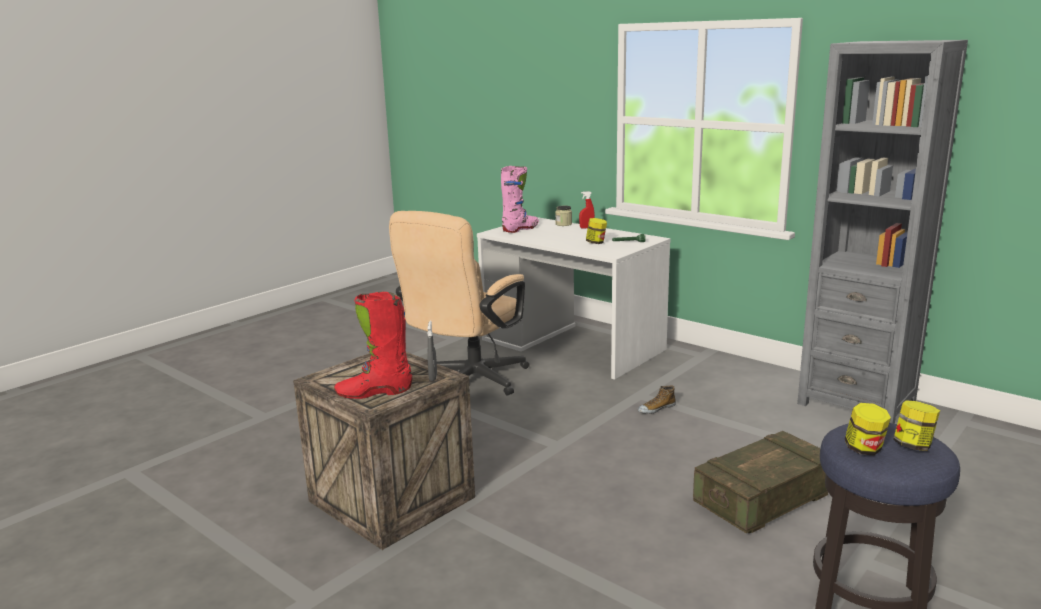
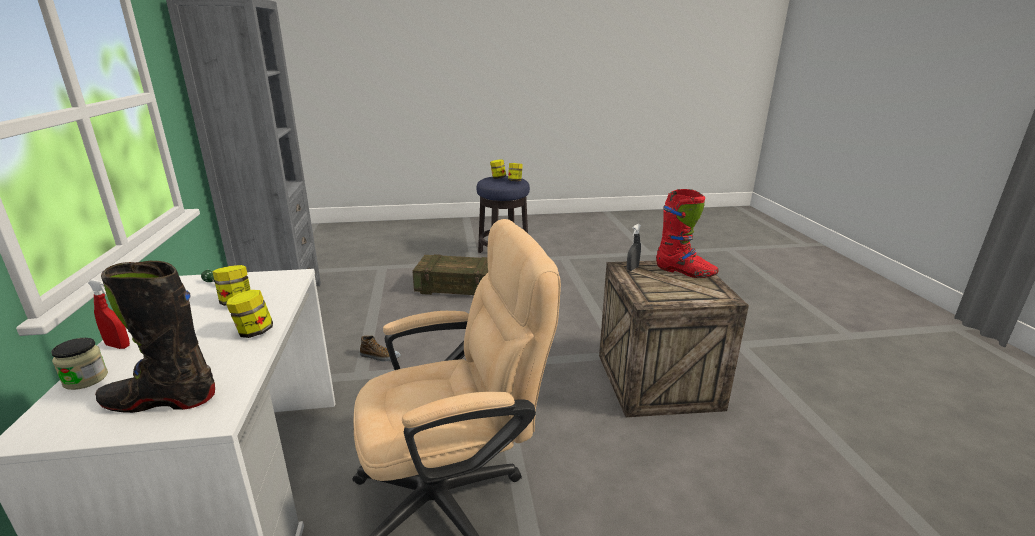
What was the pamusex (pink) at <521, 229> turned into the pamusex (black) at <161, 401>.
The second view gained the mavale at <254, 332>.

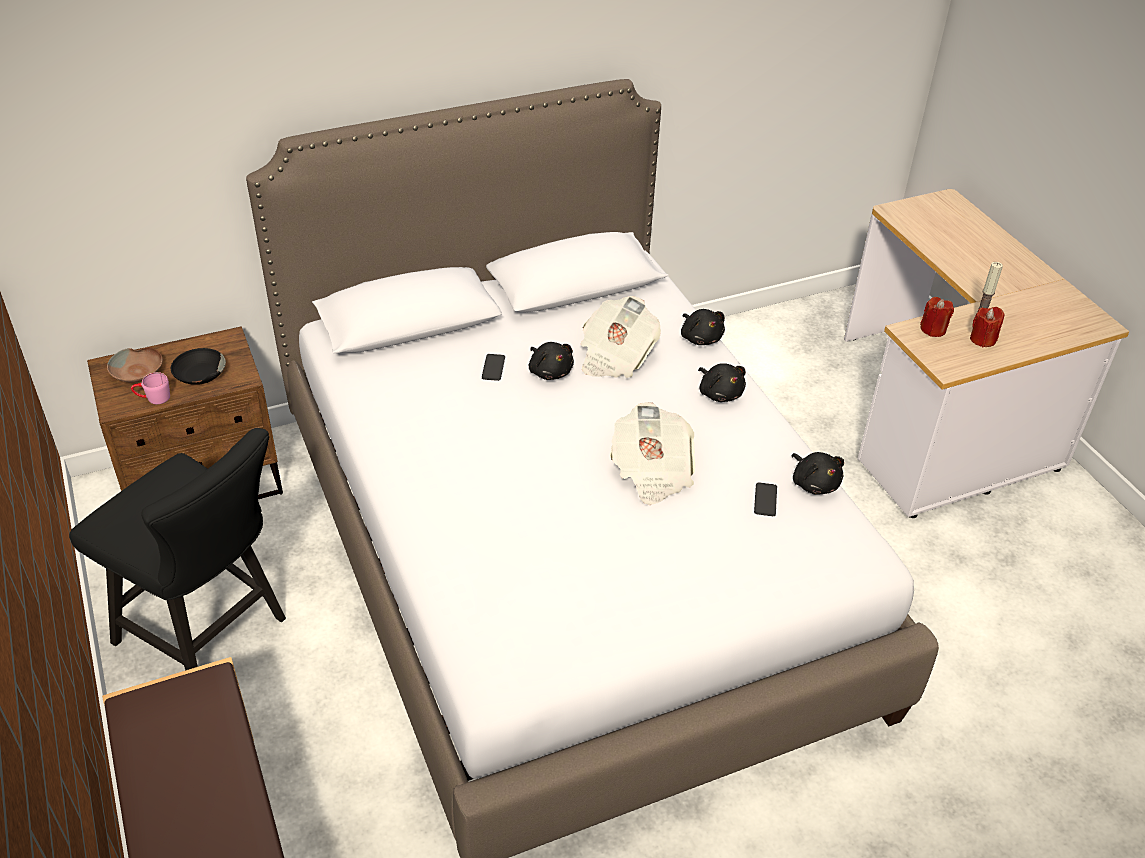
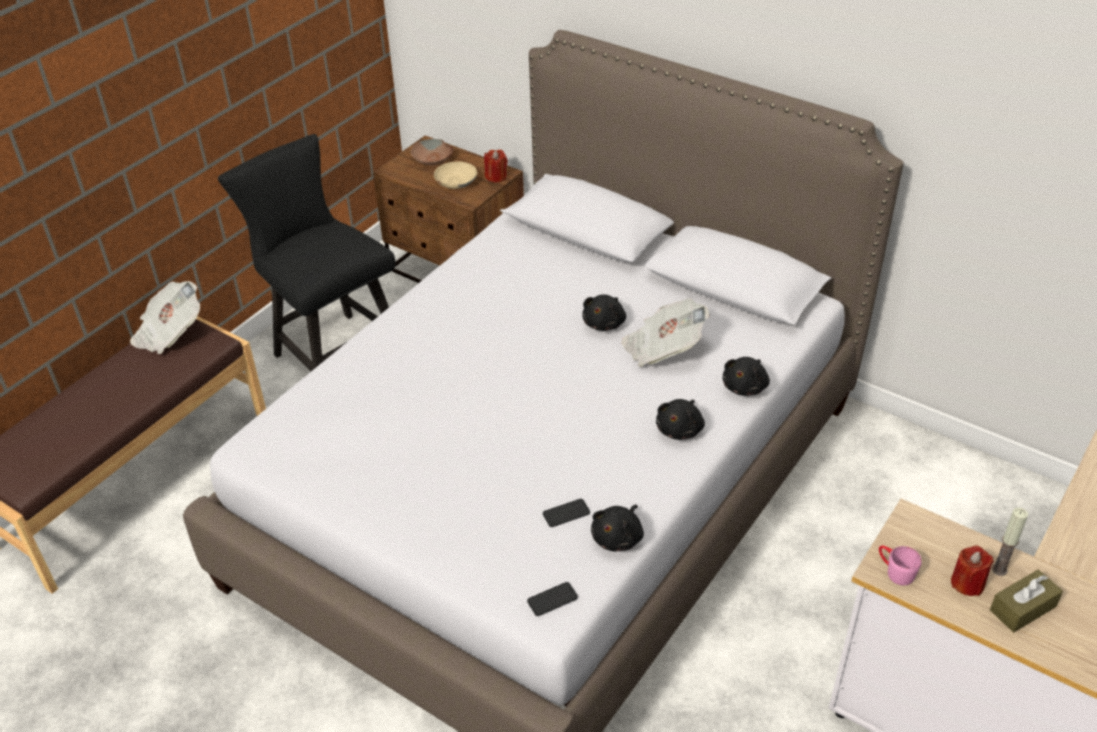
The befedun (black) at <210, 634> ended up facing another way, 135 degrees clockwise from before.
The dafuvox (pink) ended up elsewhere, having gone from <153, 398> to <894, 571>.
What was the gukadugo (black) at <199, 374> turned into the gukadugo (beige) at <455, 181>.
The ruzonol ended up elsewhere, having gone from <493, 367> to <552, 599>.
The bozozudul ended up elsewhere, having gone from <652, 472> to <169, 333>.
The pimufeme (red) ended up elsewhere, having gone from <933, 329> to <496, 176>.
The second view gained the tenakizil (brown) at <1022, 608>.

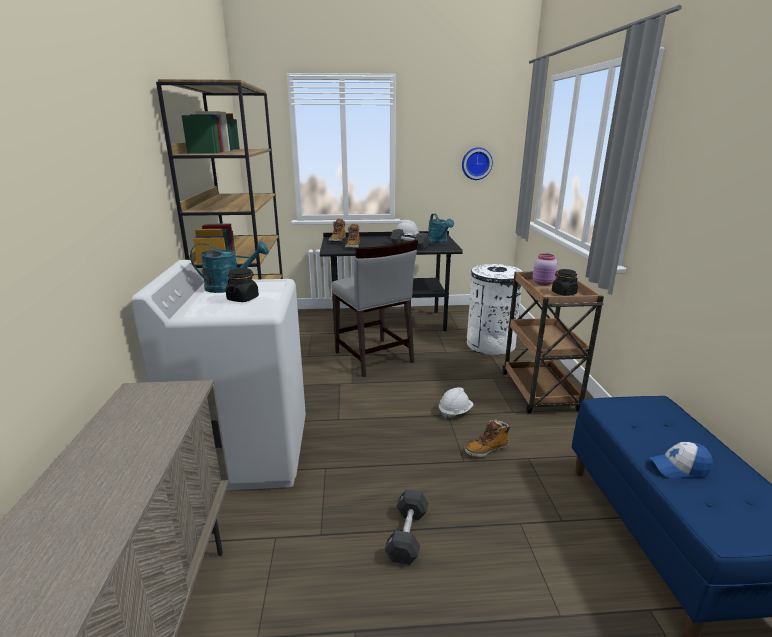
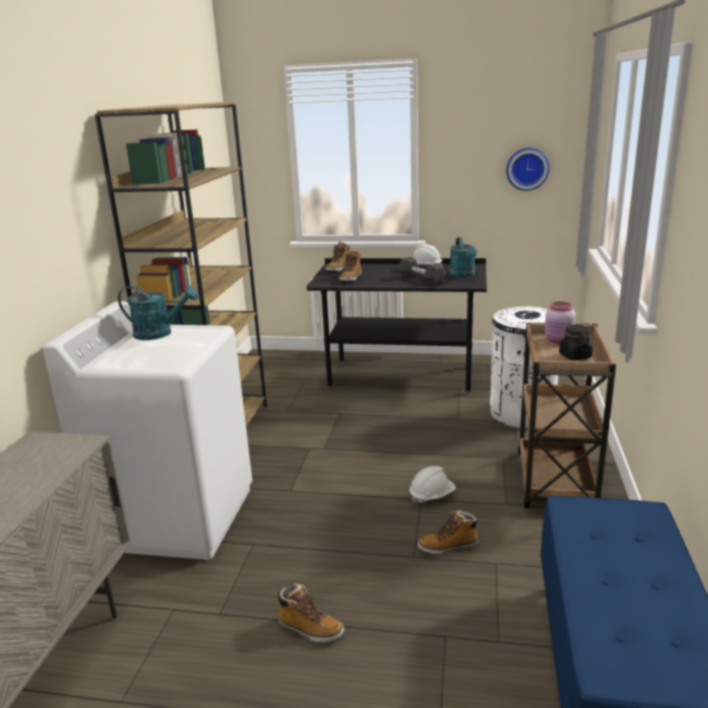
The second view lost the mavale (black) at <243, 299>.
The second view lost the befedun (grey) at <373, 357>.
Where the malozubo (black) stood at <407, 535>, the pamusex came to stand at <310, 629>.
The second view lost the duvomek at <678, 468>.

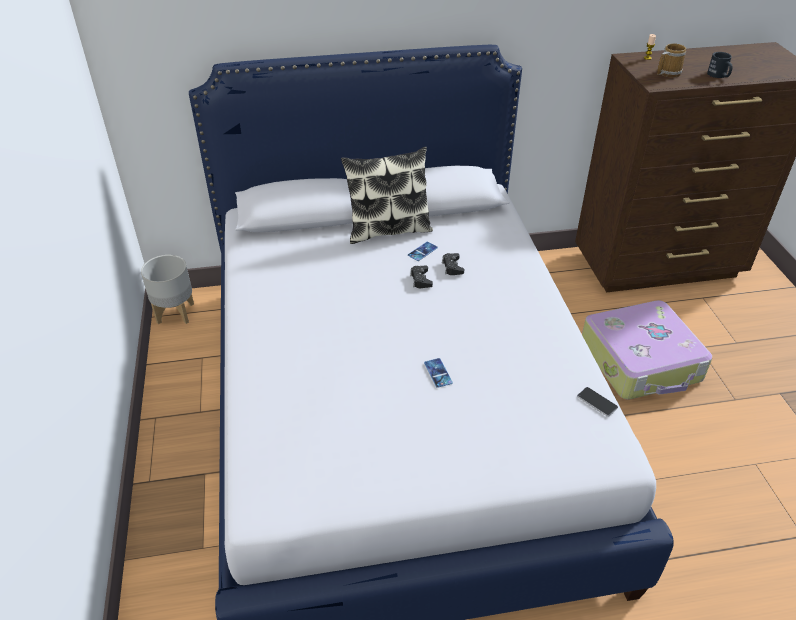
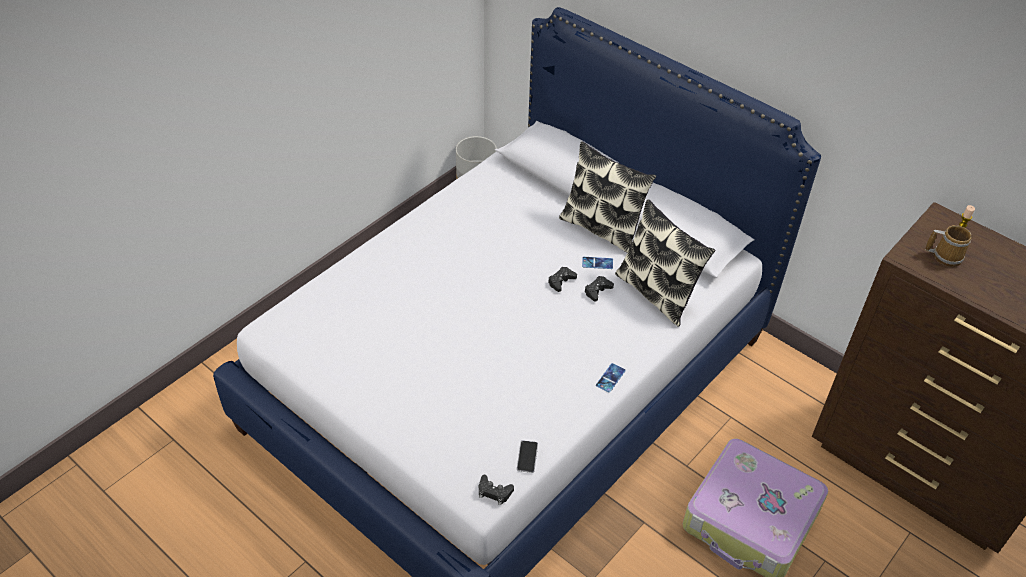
The ruzonol ended up elsewhere, having gone from <438, 373> to <610, 378>.
The second view lost the dafuvox (black) at <719, 76>.
The second view gained the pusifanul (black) at <494, 492>.
The second view gained the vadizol at <657, 293>.

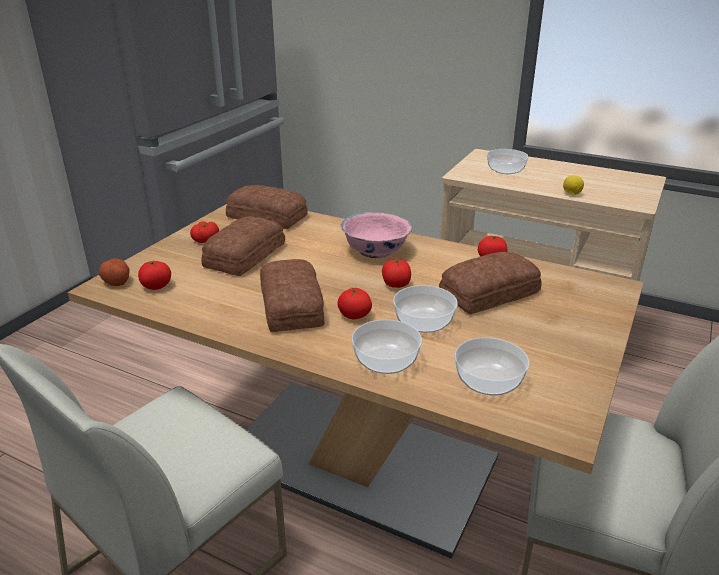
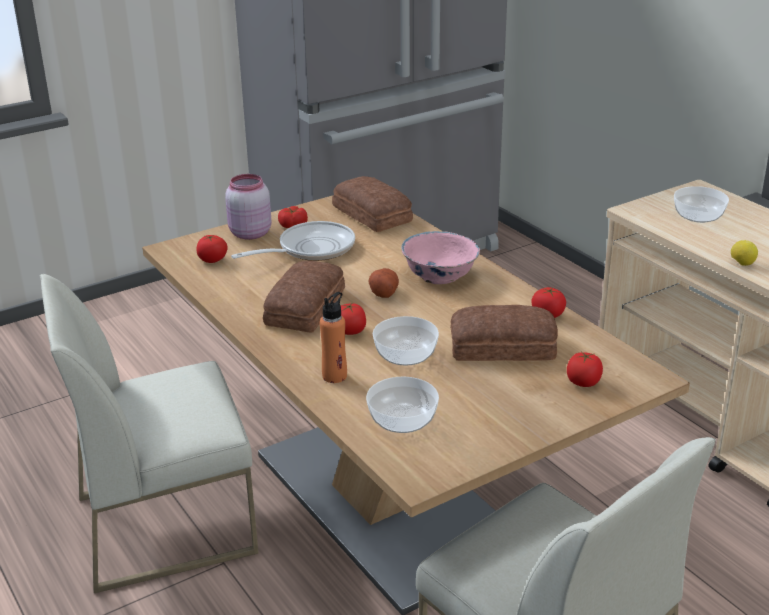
The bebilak ended up elsewhere, having gone from <116, 281> to <383, 292>.
Where the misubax stood at <243, 255>, the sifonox came to stand at <310, 249>.
Where the gukadugo stood at <385, 360>, the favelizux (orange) came to stand at <334, 376>.
The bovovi ended up elsewhere, having gone from <396, 285> to <583, 382>.
The second view gained the mavale (pink) at <249, 233>.

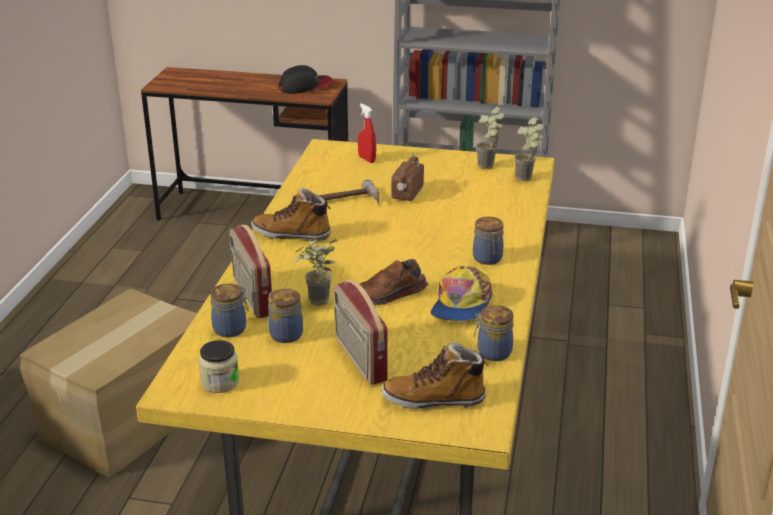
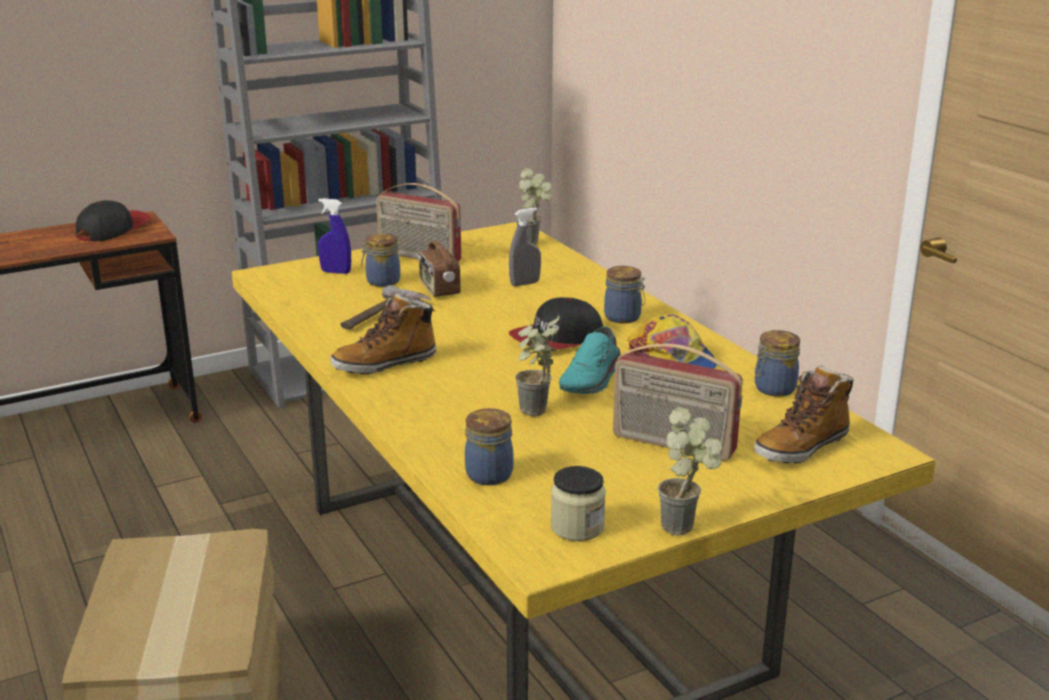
The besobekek ended up elsewhere, having gone from <251, 297> to <419, 257>.
The mavale ended up elsewhere, having gone from <285, 334> to <381, 281>.
What was the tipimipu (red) at <367, 159> turned into the tipimipu (blue) at <336, 272>.
What was the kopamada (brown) at <389, 295> turned into the kopamada (turquoise) at <593, 380>.
The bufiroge ended up elsewhere, having gone from <489, 167> to <687, 528>.
The second view gained the tipimipu (grey) at <525, 283>.
The second view gained the duvomek at <557, 339>.

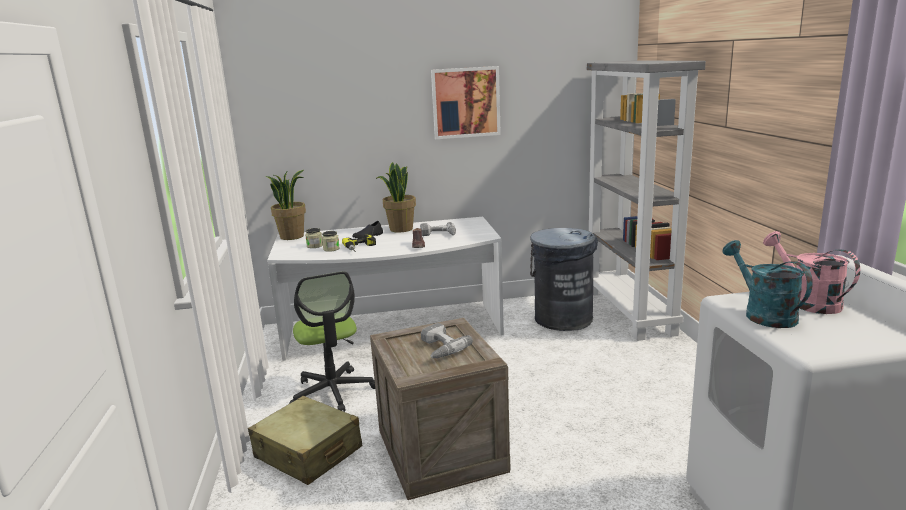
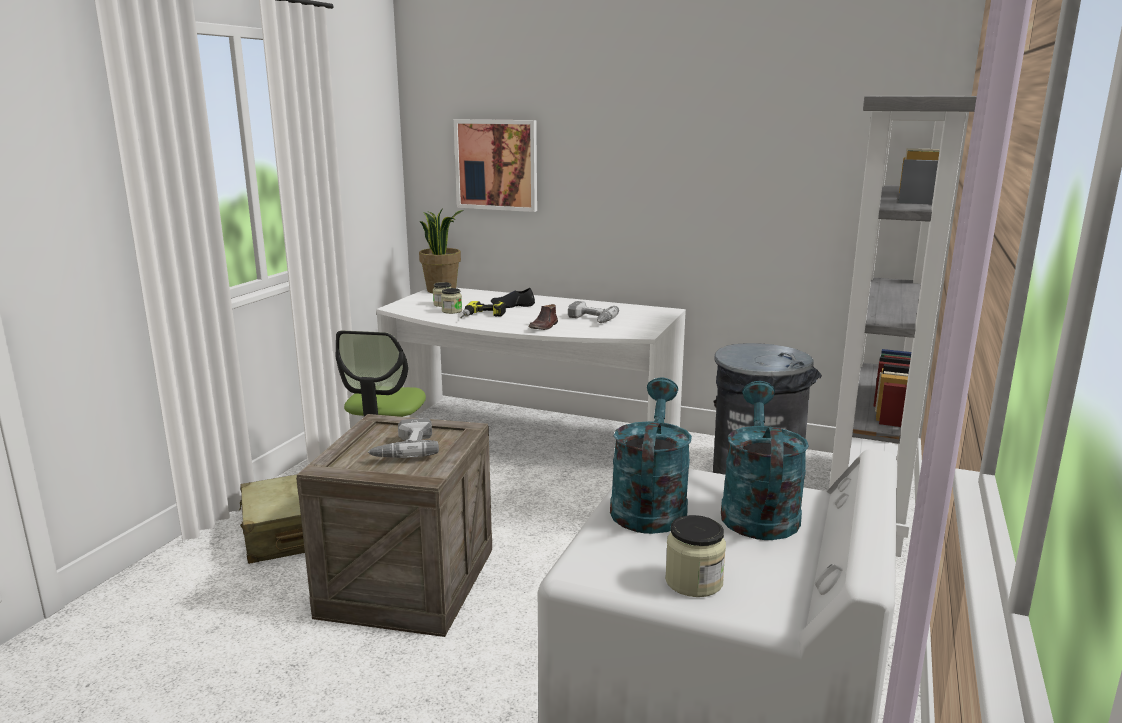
The second view lost the bufiroge at <400, 229>.
The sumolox ended up elsewhere, having gone from <466, 102> to <496, 165>.
What was the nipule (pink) at <806, 301> turned into the nipule (turquoise) at <757, 510>.
The second view gained the mavale at <694, 581>.

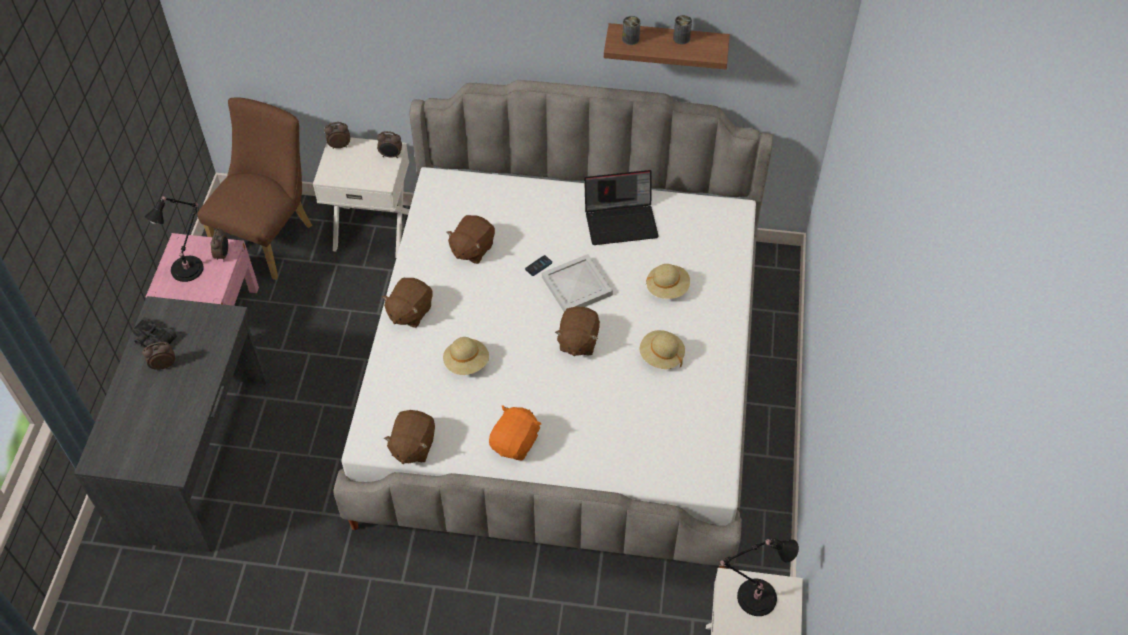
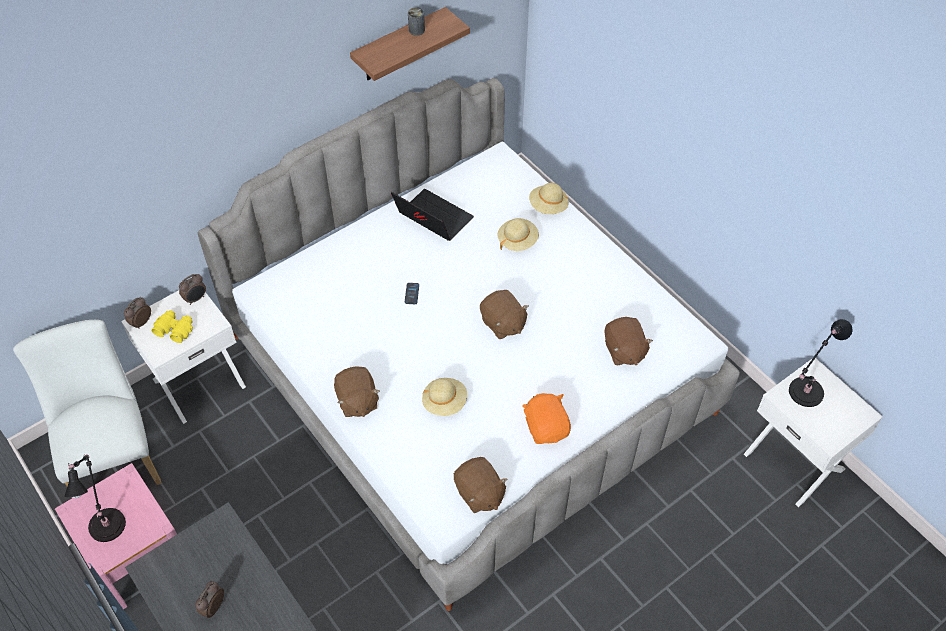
The second view lost the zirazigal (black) at <153, 340>.
What was the befedun (brown) at <269, 236> turned into the befedun (white) at <113, 455>.
The second view lost the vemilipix at <223, 255>.
The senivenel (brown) ended up elsewhere, having gone from <472, 249> to <624, 351>.
The second view lost the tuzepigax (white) at <577, 285>.
The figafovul at <621, 221> ended up facing another way, 90 degrees counterclockwise from before.
The second view lost the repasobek at <630, 39>.
The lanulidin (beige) ended up elsewhere, having gone from <661, 356> to <548, 206>.
The second view gained the zirazigal (yellow) at <175, 329>.

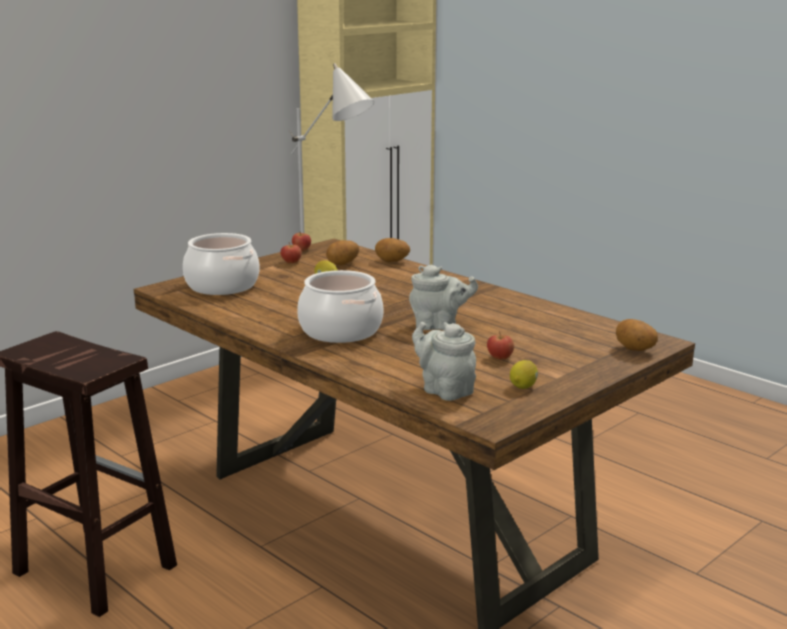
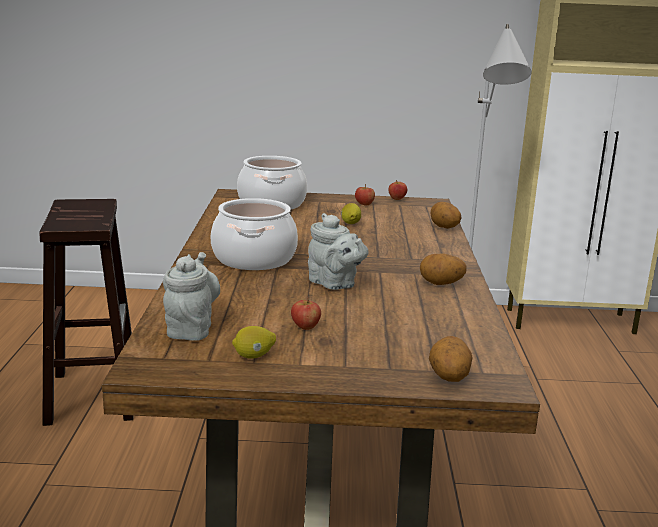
The bebilak ended up elsewhere, having gone from <343, 264> to <441, 284>.

